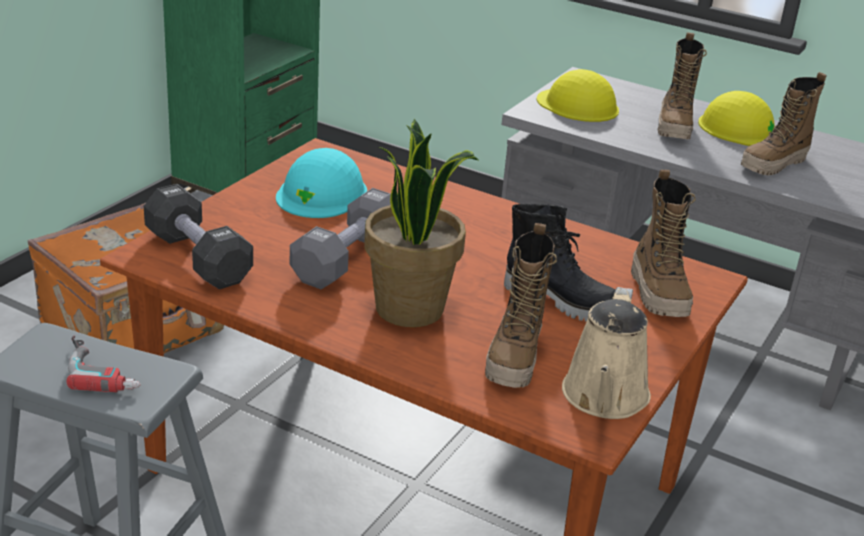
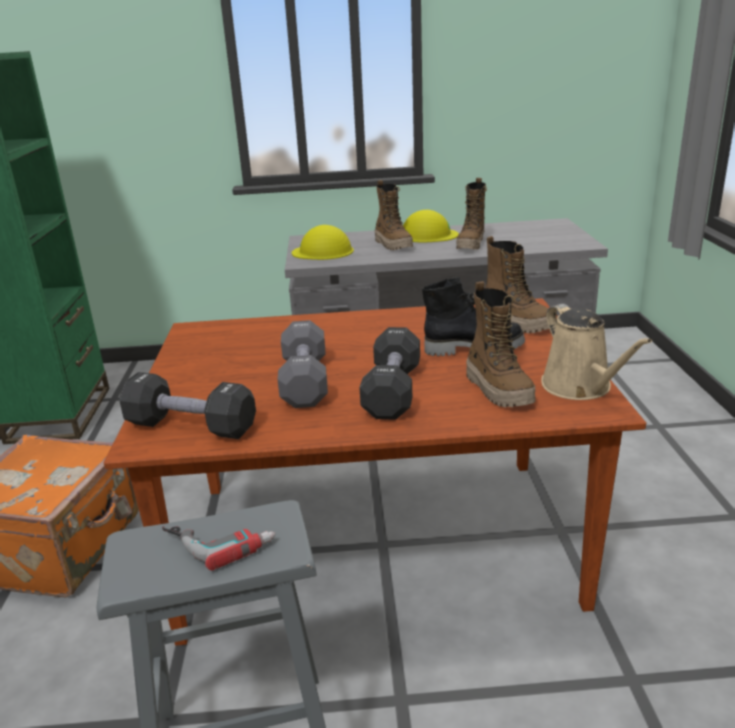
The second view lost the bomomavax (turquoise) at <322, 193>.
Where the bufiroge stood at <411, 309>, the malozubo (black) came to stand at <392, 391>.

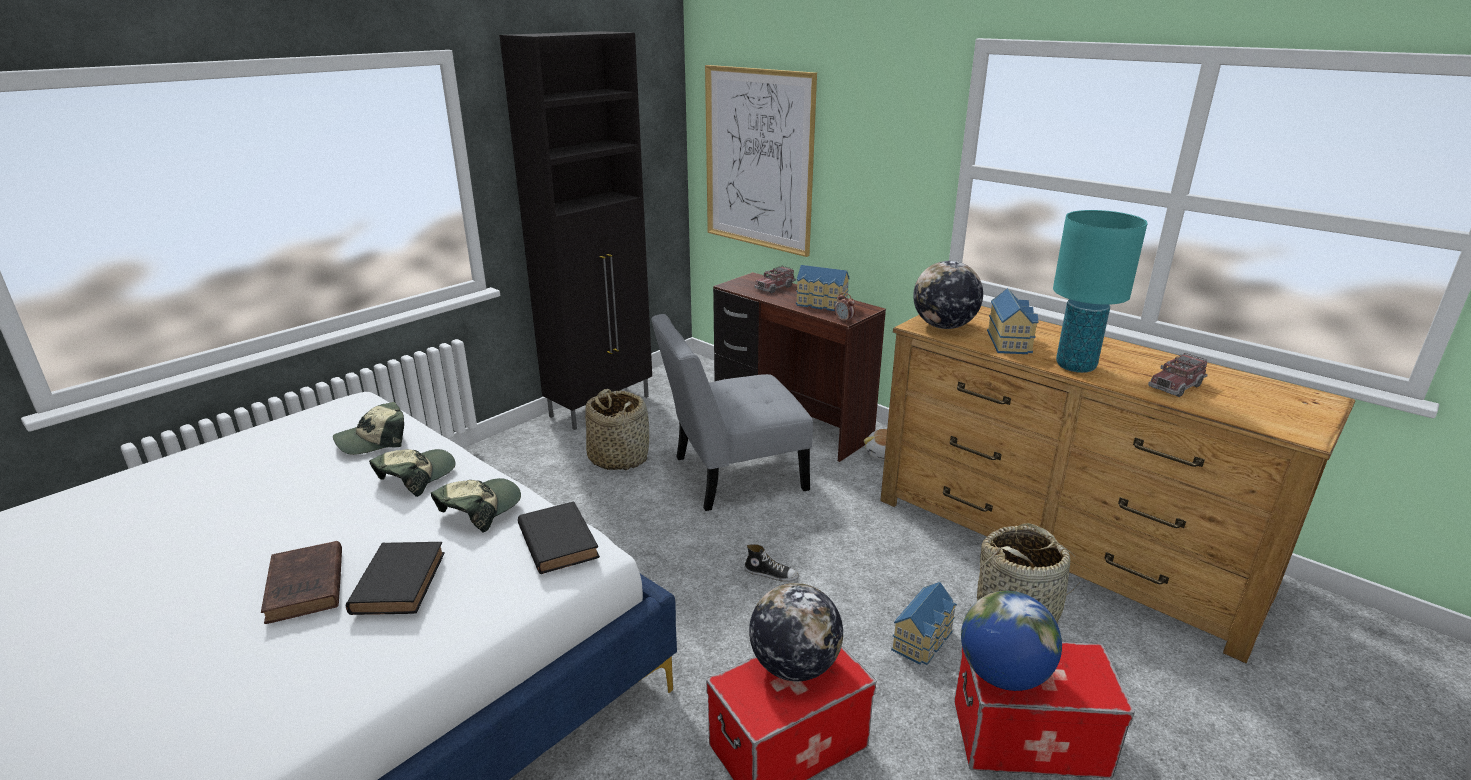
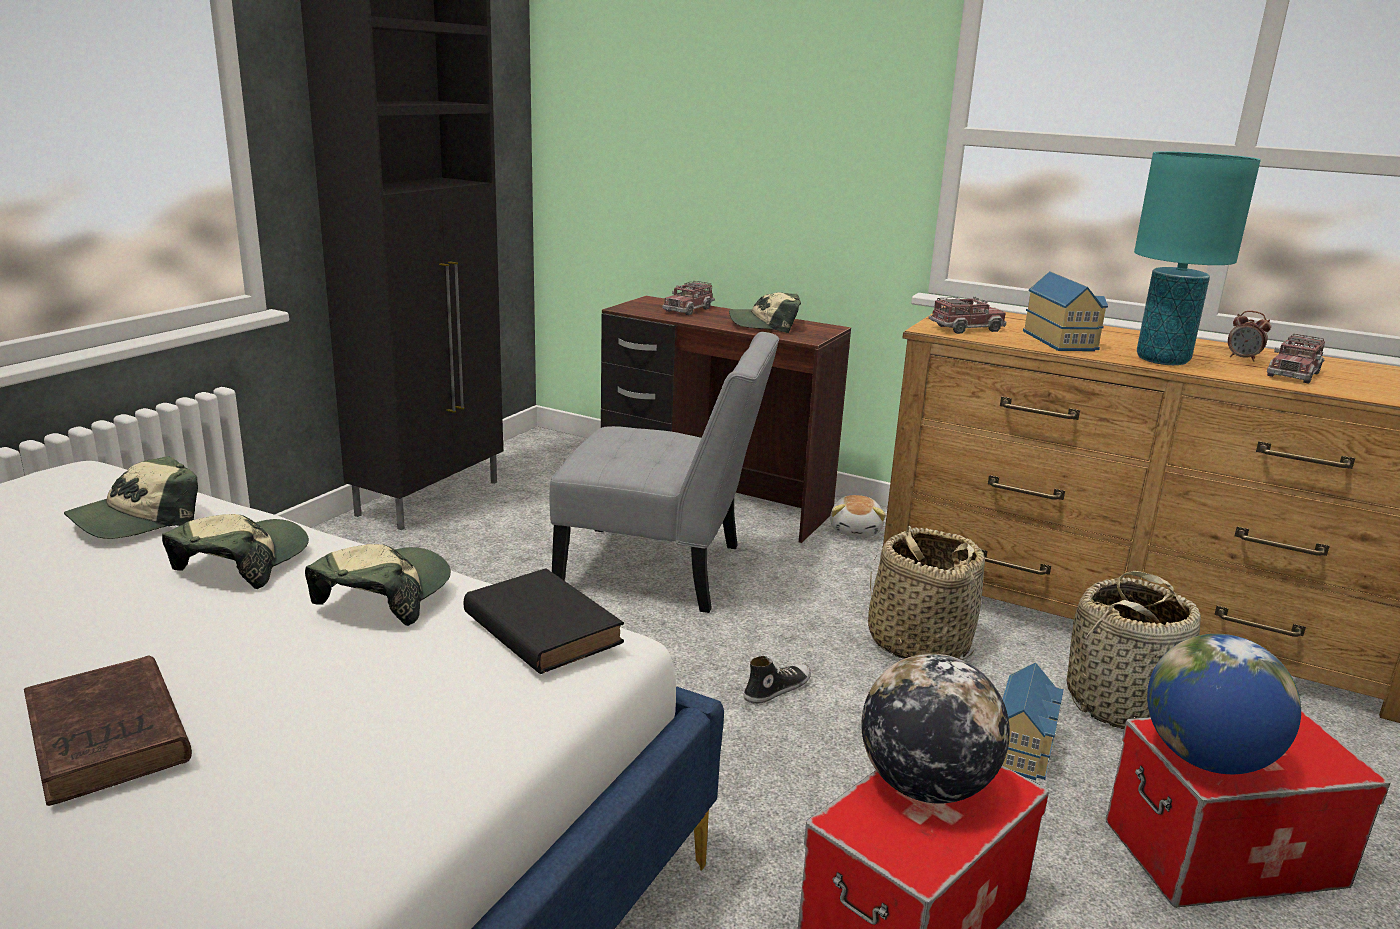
The second view lost the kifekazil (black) at <400, 581>.
The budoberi ended up elsewhere, having gone from <619, 457> to <918, 642>.
The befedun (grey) at <731, 475> ended up facing another way, 135 degrees counterclockwise from before.
The second view lost the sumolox at <758, 160>.
The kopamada at <771, 574> ended up facing another way, 45 degrees counterclockwise from before.
Where the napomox stood at <821, 304>, the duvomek came to stand at <764, 325>.
The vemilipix ended up elsewhere, having gone from <844, 321> to <1243, 358>.
Where the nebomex stood at <944, 326>, the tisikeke came to stand at <966, 328>.

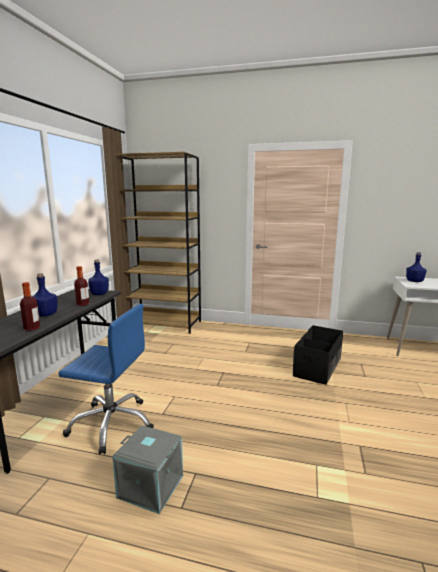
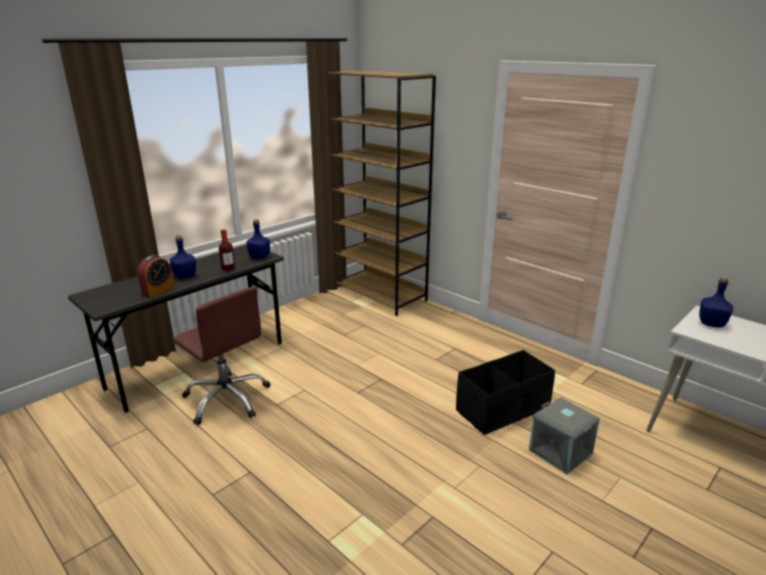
Where the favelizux stood at <32, 328>, the vemilipix came to stand at <158, 291>.
What was the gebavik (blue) at <112, 424> turned into the gebavik (brown) at <227, 398>.
The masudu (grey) ended up elsewhere, having gone from <151, 485> to <561, 452>.

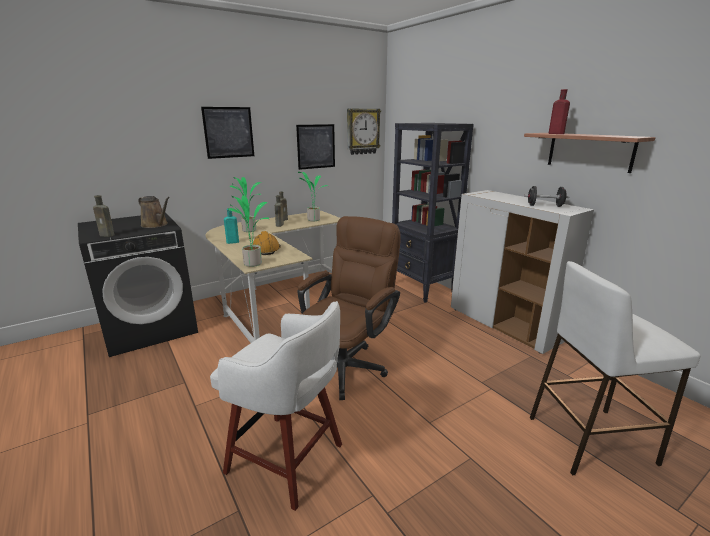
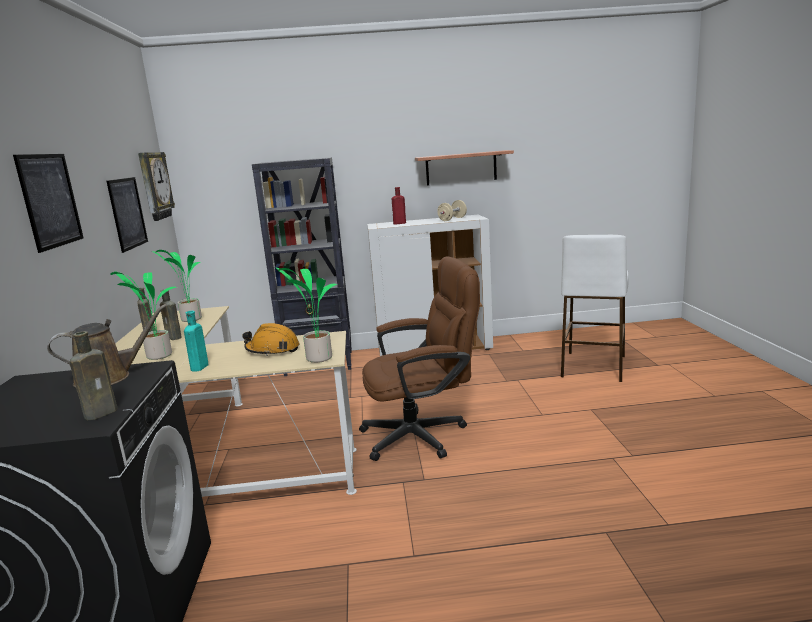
The second view lost the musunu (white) at <288, 460>.
The gebavik (brown) at <347, 364> ended up facing another way, 105 degrees clockwise from before.
What was the malozubo (black) at <544, 206> turned into the malozubo (beige) at <452, 219>.
The favelizux (red) ended up elsewhere, having gone from <555, 133> to <398, 223>.

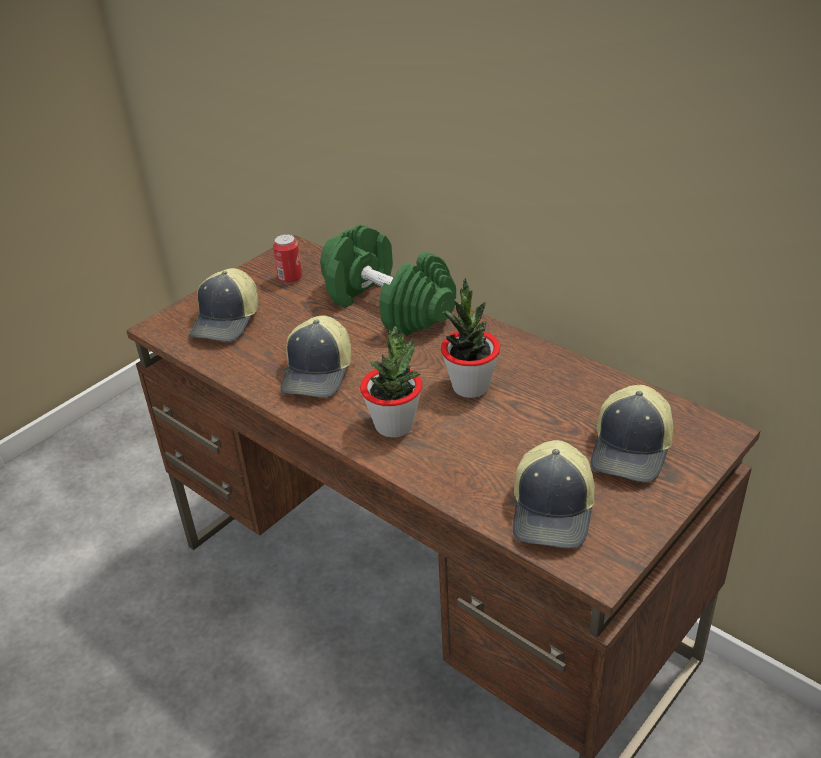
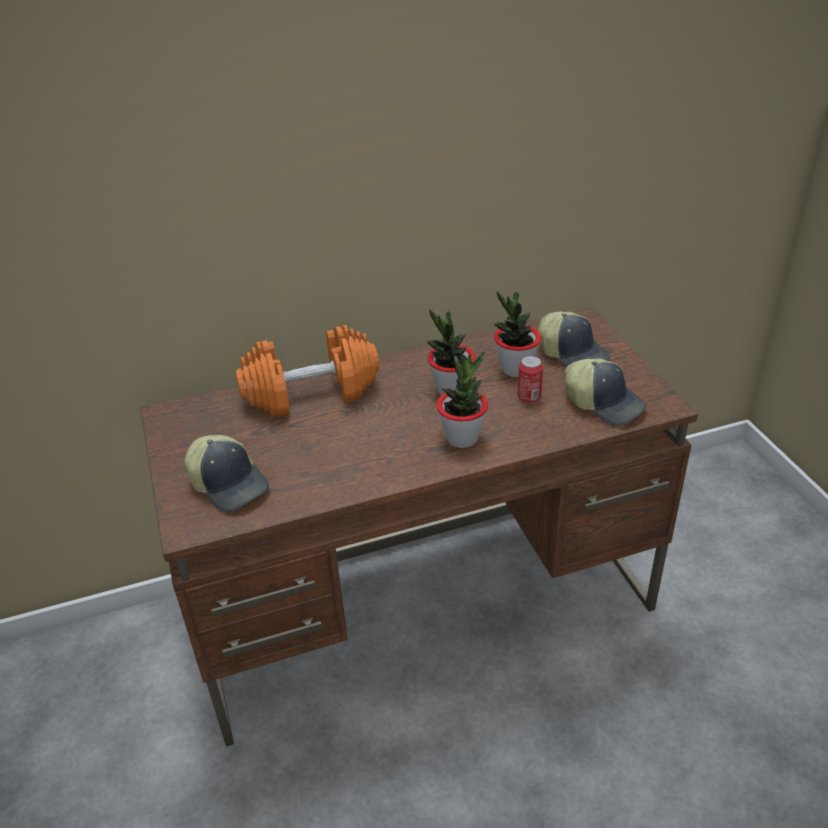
The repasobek ended up elsewhere, having gone from <290, 278> to <529, 397>.
The second view lost the duvomek at <319, 373>.
What was the malozubo (green) at <387, 305> turned into the malozubo (orange) at <311, 393>.
The second view gained the bufiroge at <515, 369>.

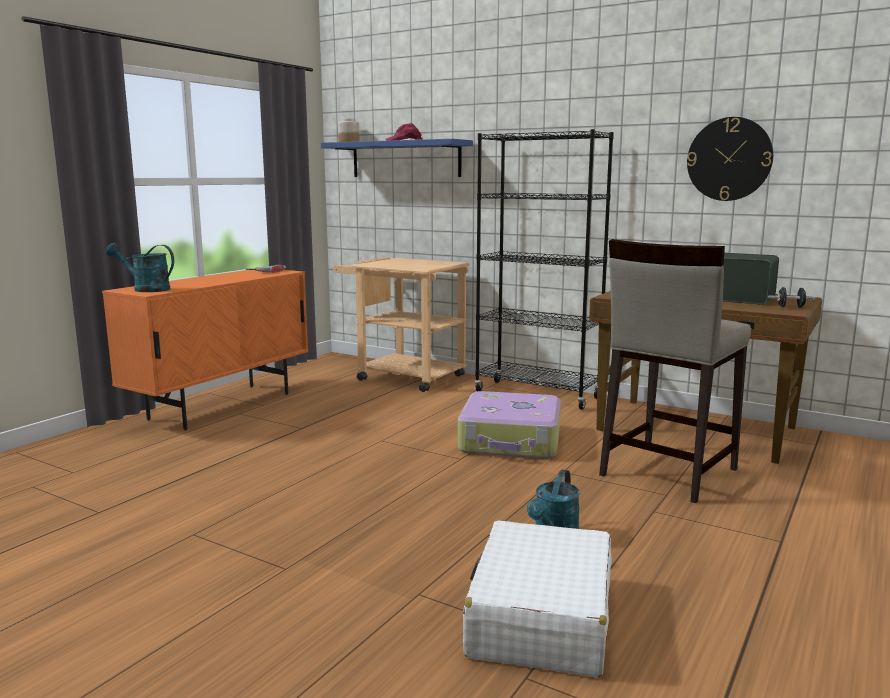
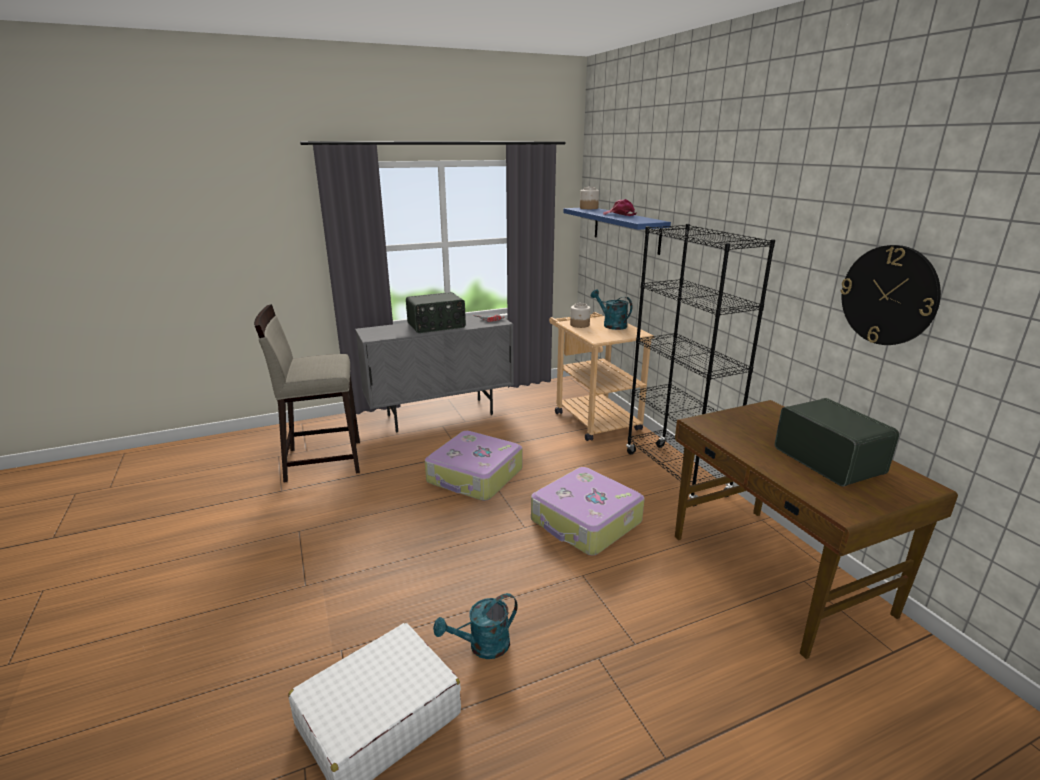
What was the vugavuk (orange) at <222, 406> turned into the vugavuk (grey) at <440, 415>.
The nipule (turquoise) ended up elsewhere, having gone from <146, 289> to <611, 325>.
The musunu (beige) ended up elsewhere, having gone from <667, 472> to <322, 460>.
The second view lost the malozubo (black) at <790, 307>.
The second view gained the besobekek at <436, 326>.
The second view gained the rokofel at <475, 476>.
The second view gained the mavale at <580, 325>.

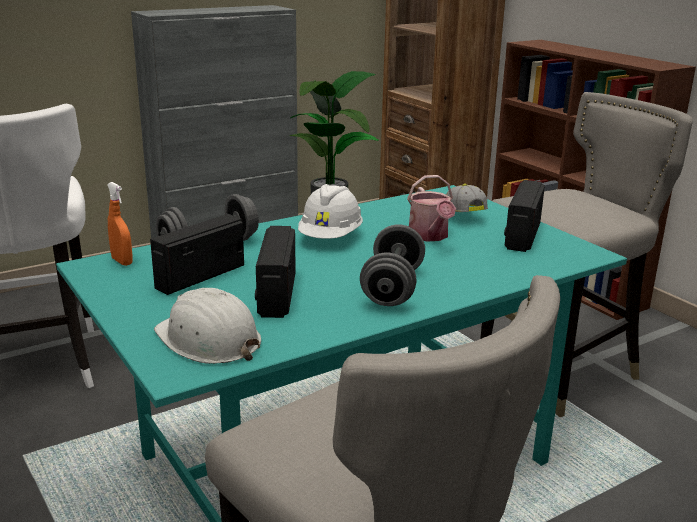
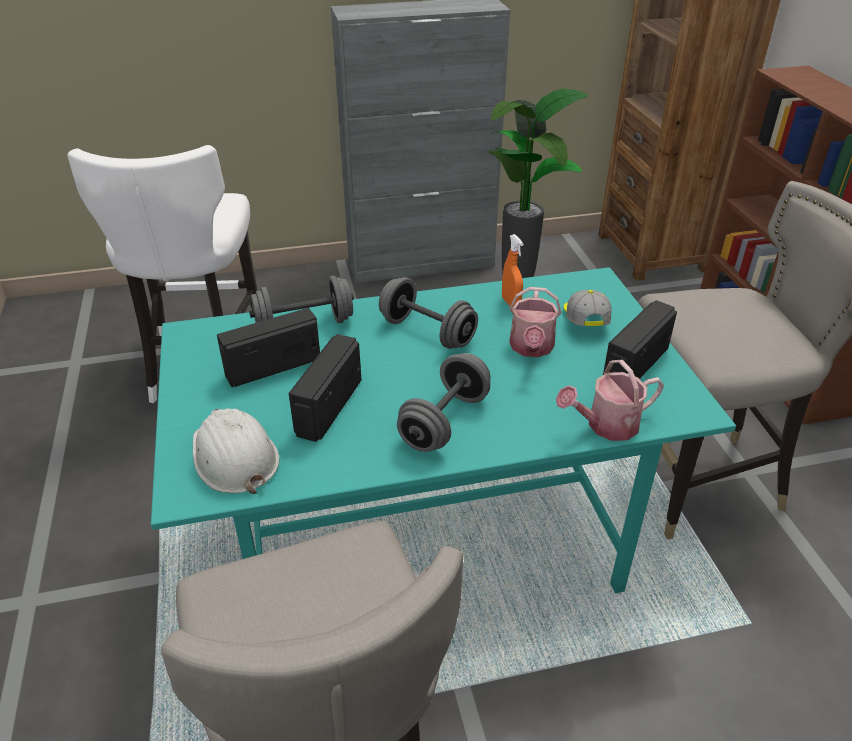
The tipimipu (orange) ended up elsewhere, having gone from <122, 261> to <511, 303>.
Where the bomomavax (white) stood at <330, 237>, the malozubo (grey) came to stand at <427, 332>.
The second view gained the nipule at <606, 425>.

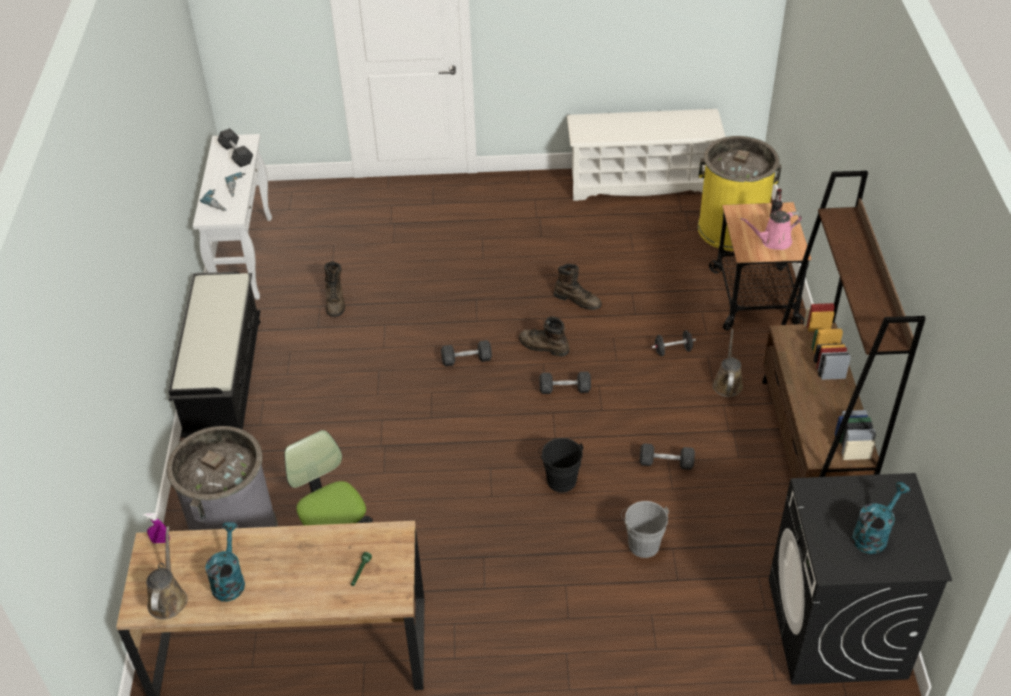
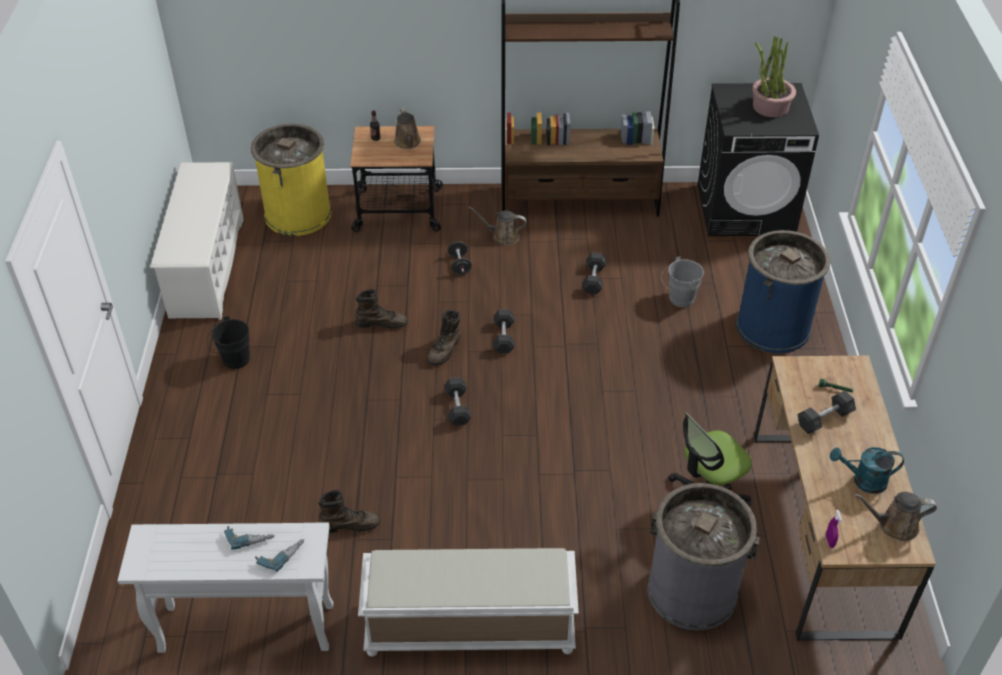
What was the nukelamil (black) at <223, 379> turned into the nukelamil (white) at <468, 627>.
The malozubo (grey) ended up elsewhere, having gone from <236, 154> to <824, 419>.
The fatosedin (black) ended up elsewhere, having gone from <560, 478> to <233, 360>.
The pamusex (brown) at <578, 300> ended up facing another way, 60 degrees clockwise from before.
What was the nipule (pink) at <773, 241> turned into the nipule (brown) at <408, 142>.
Where the nipule (turquoise) stood at <873, 534>, the bufiroge came to stand at <770, 107>.
The second view gained the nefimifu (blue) at <773, 326>.

